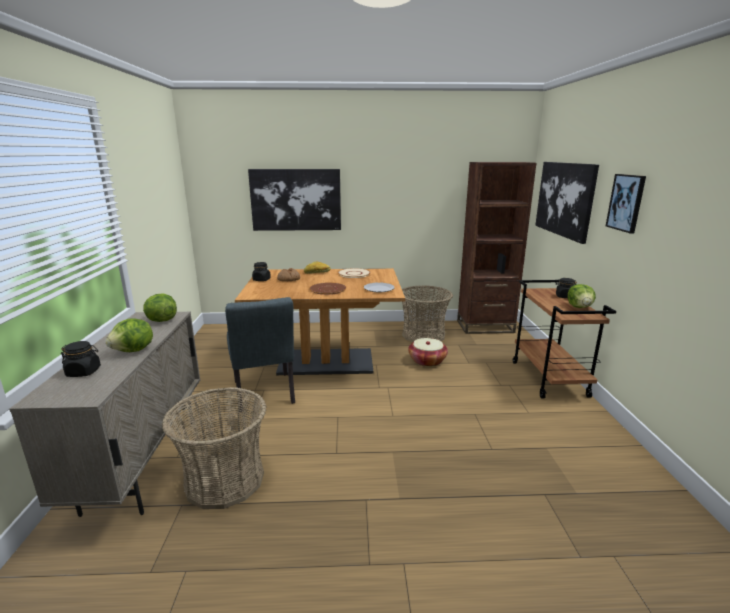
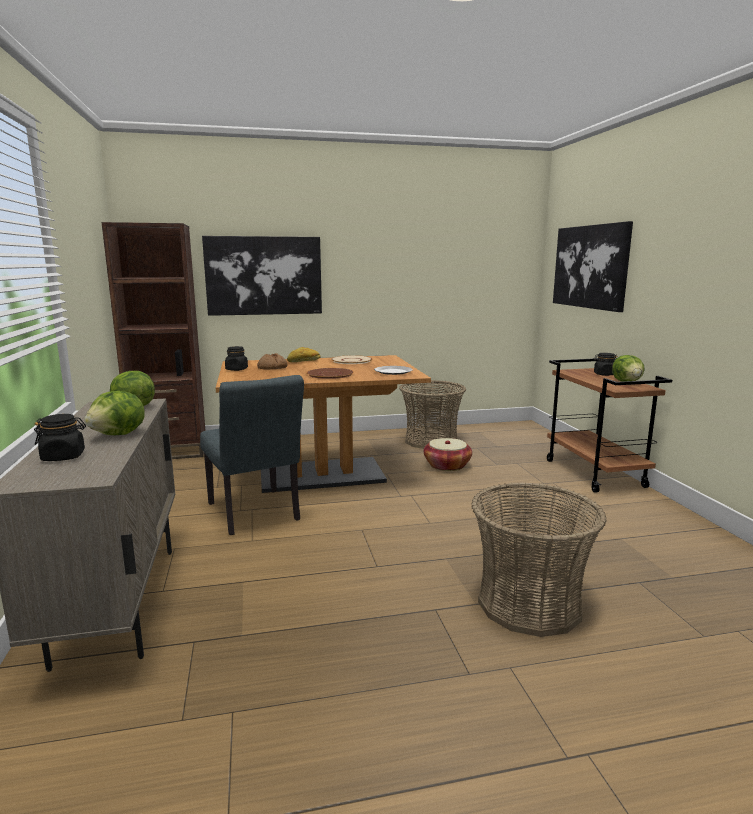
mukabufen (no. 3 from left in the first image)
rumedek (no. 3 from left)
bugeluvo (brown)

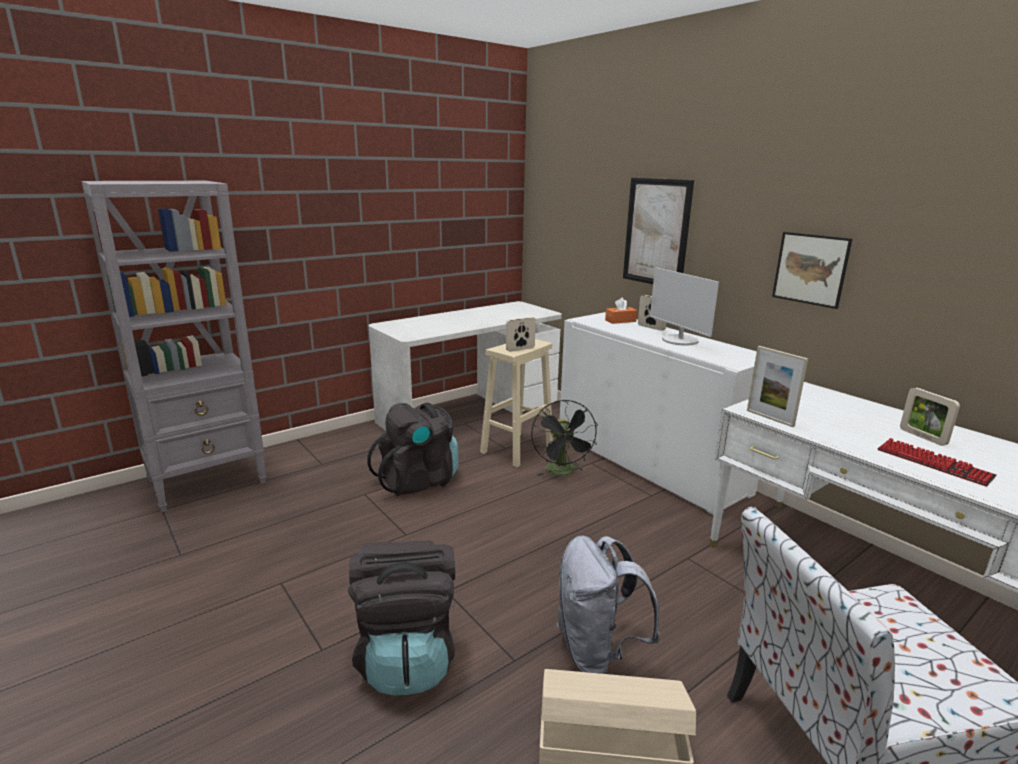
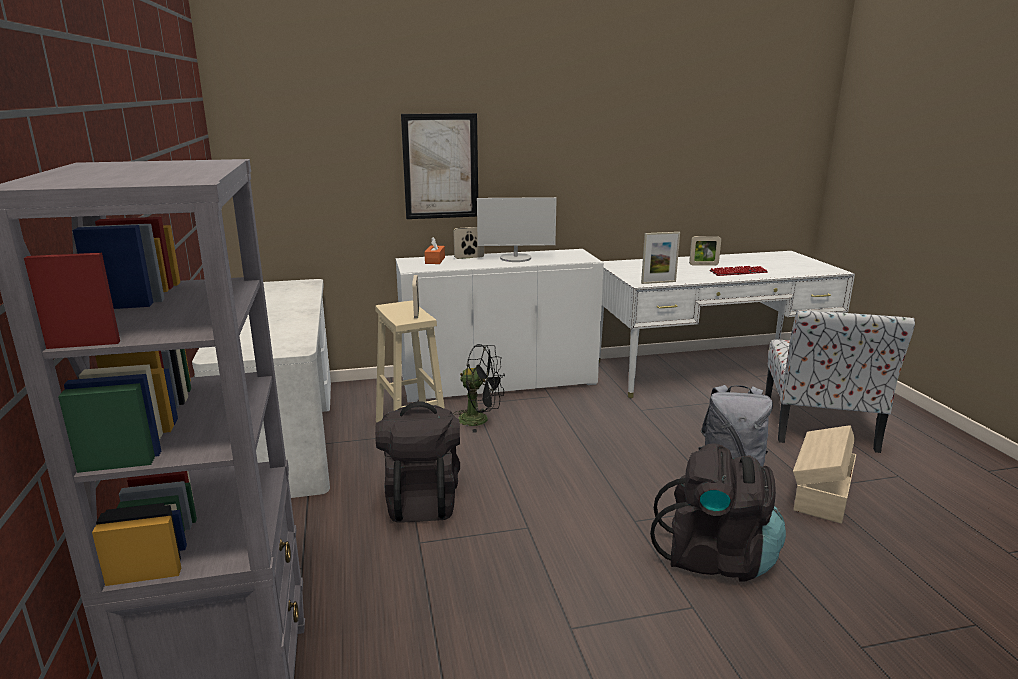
mukabufen (no. 2 from left in the first image)

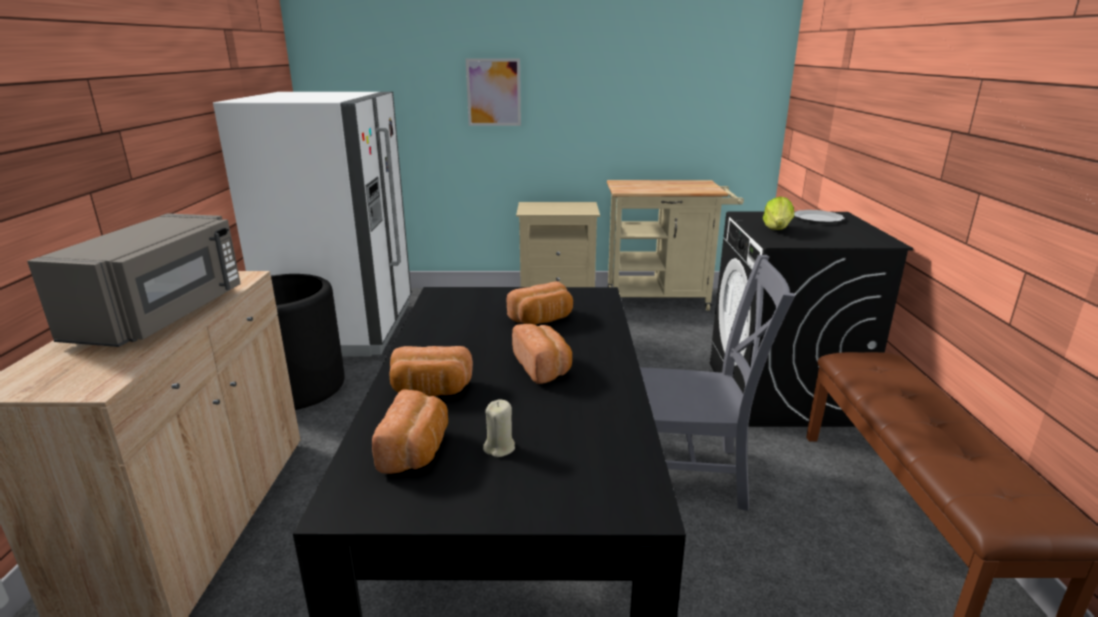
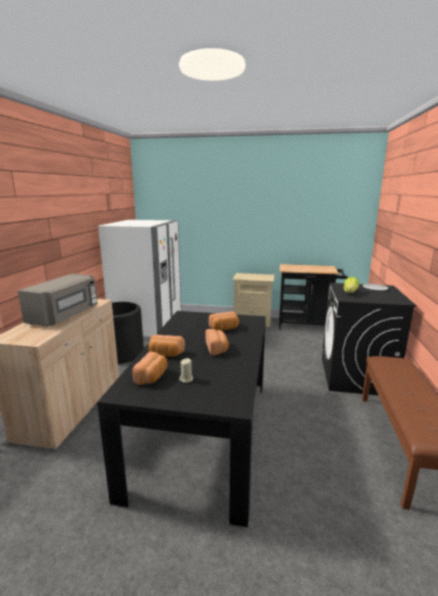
mukabufen
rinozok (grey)
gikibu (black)

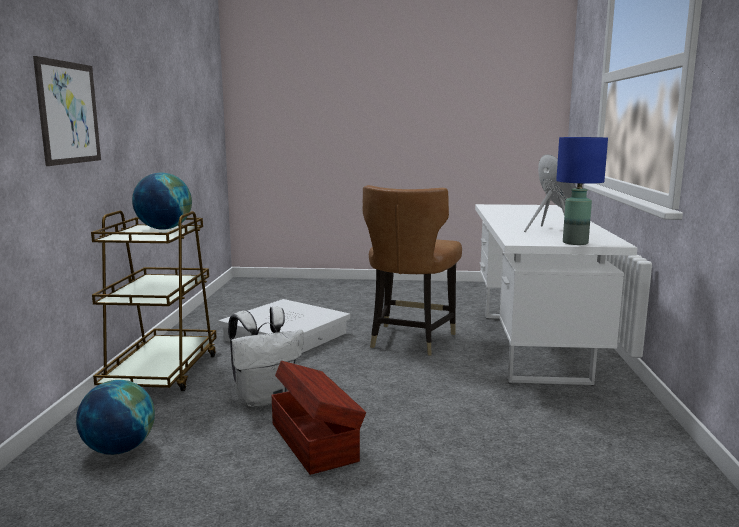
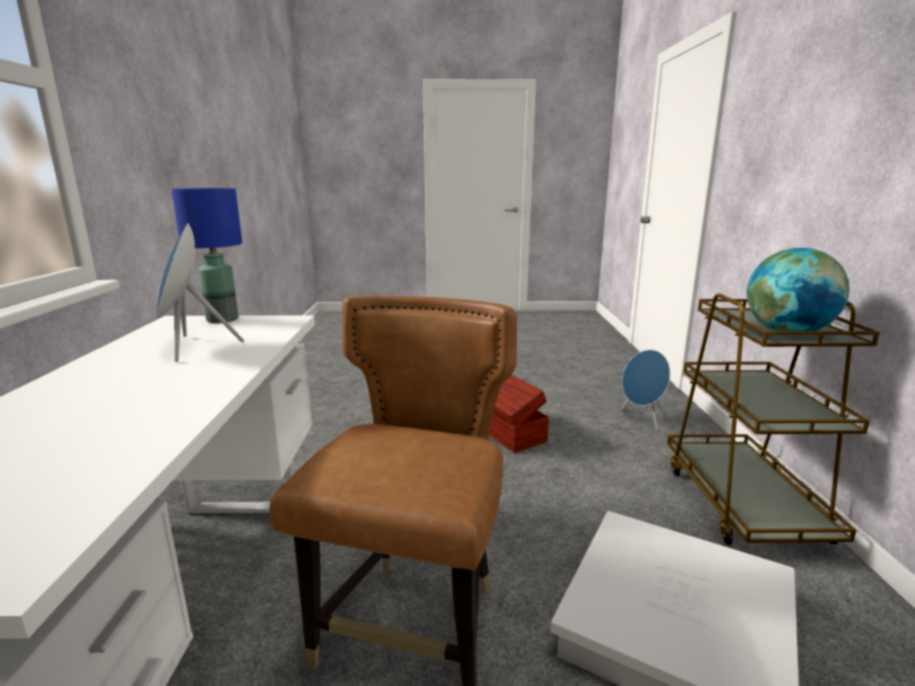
mukabufen
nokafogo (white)
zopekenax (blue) (no. 2 from left)

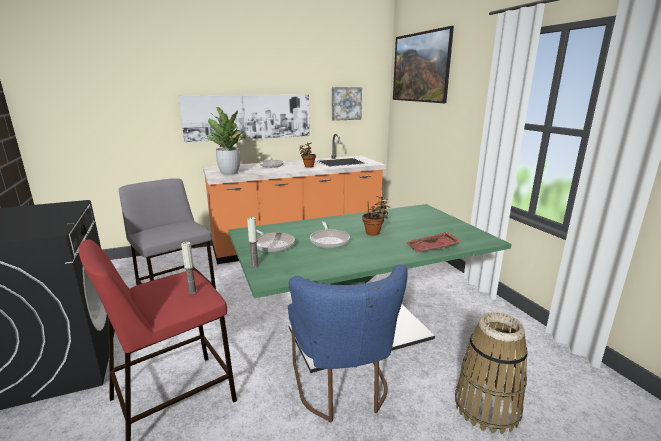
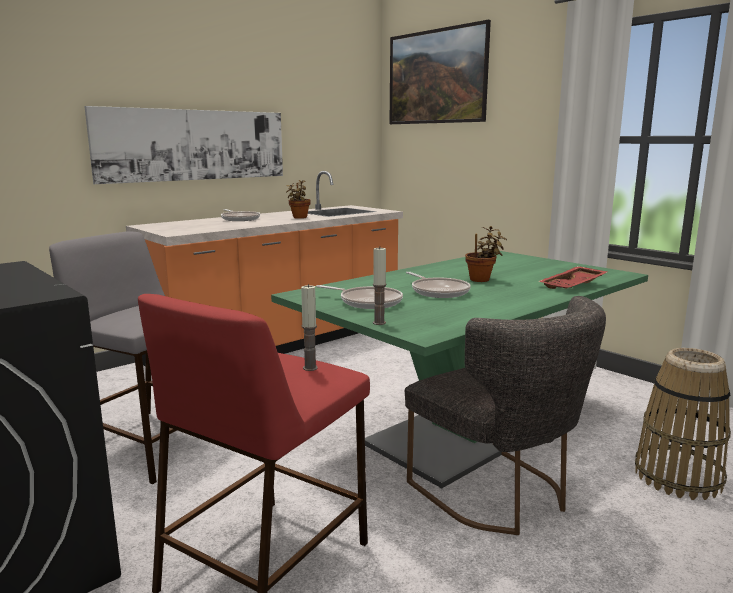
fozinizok (no. 1 from left in the first image)
mukabufen (no. 2 from left in the first image)
rinozok (grey)

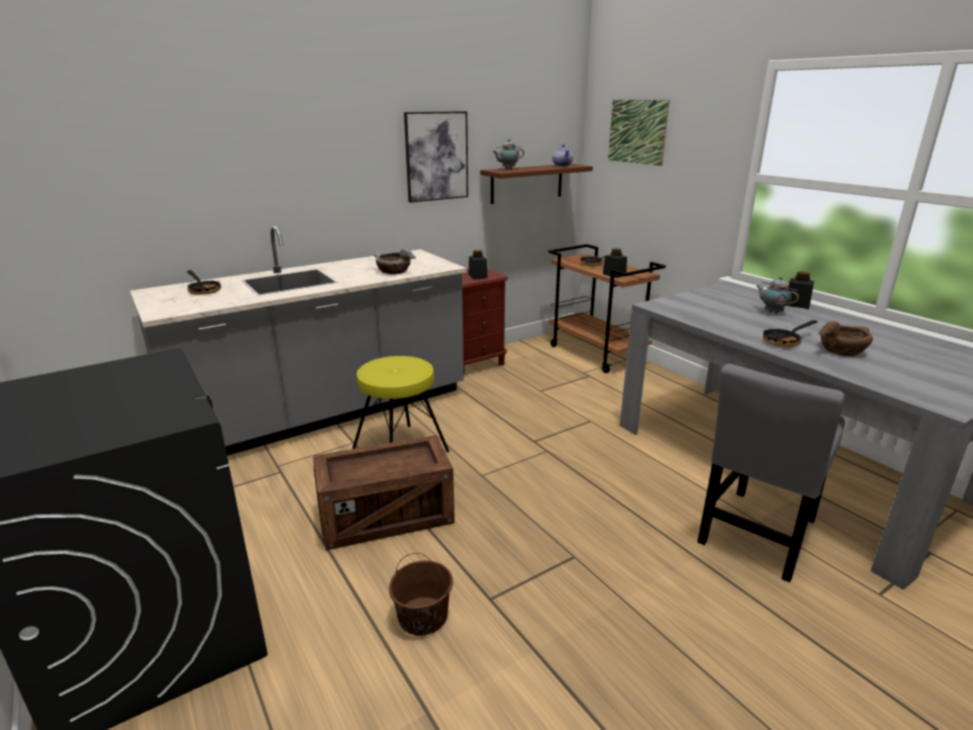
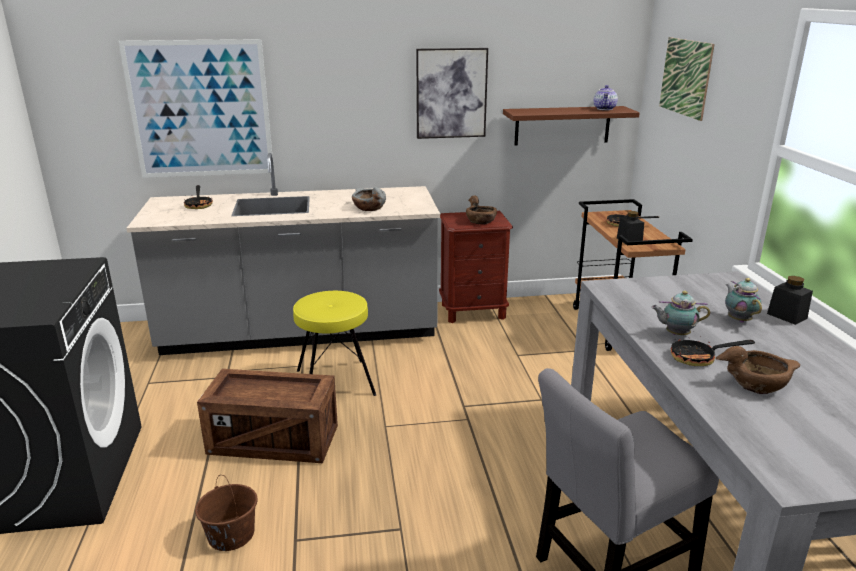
mukabufen (no. 1 from left)
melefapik (no. 2 from left)
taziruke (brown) (no. 1 from left)

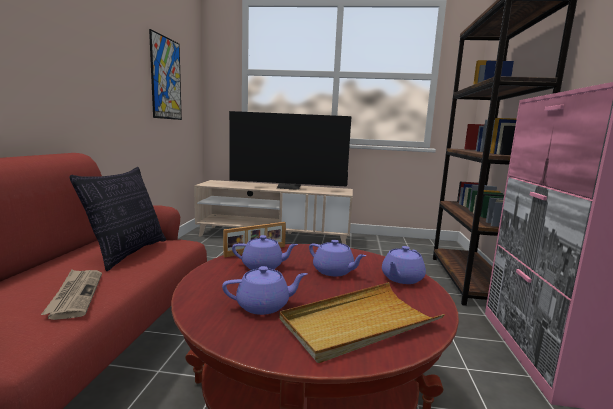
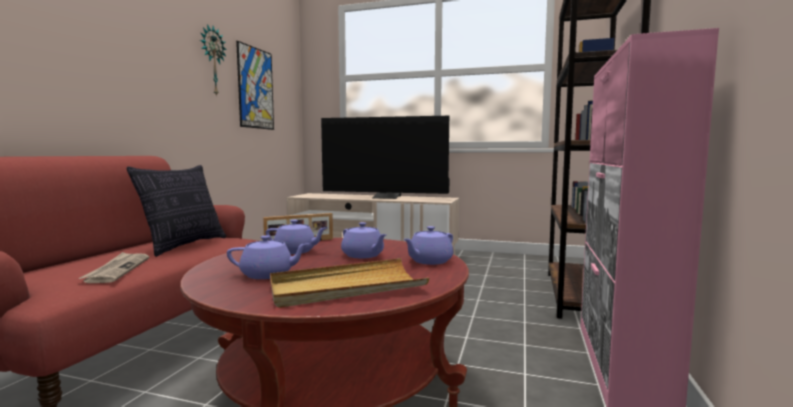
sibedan

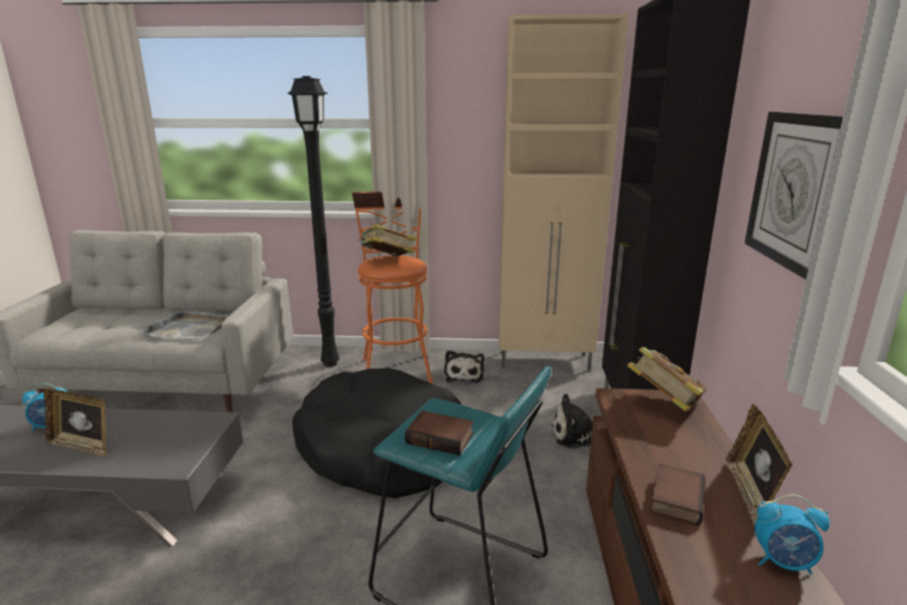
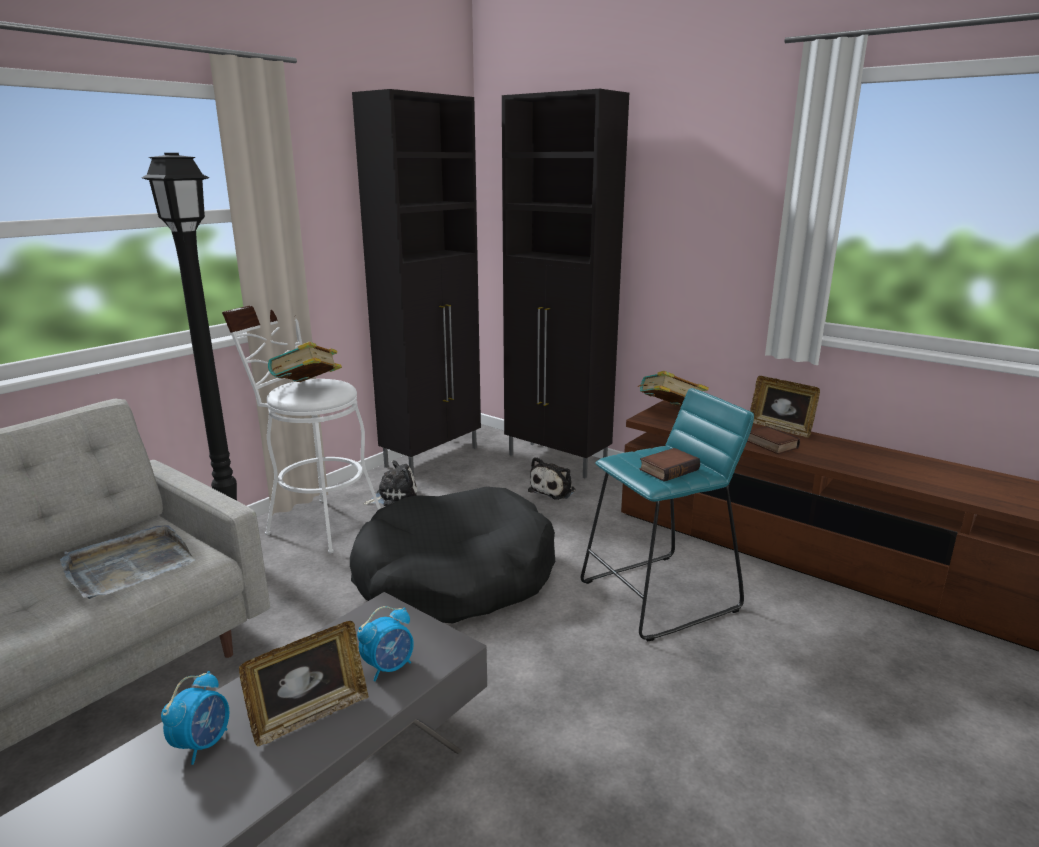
sibedan
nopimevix (no. 2 from left)
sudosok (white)
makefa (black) (no. 1 from left)
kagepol (no. 1 from left)

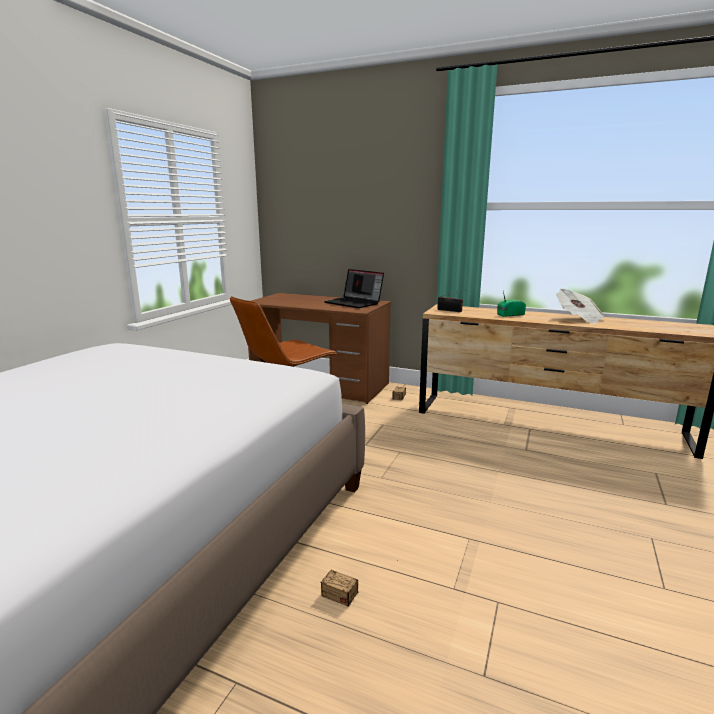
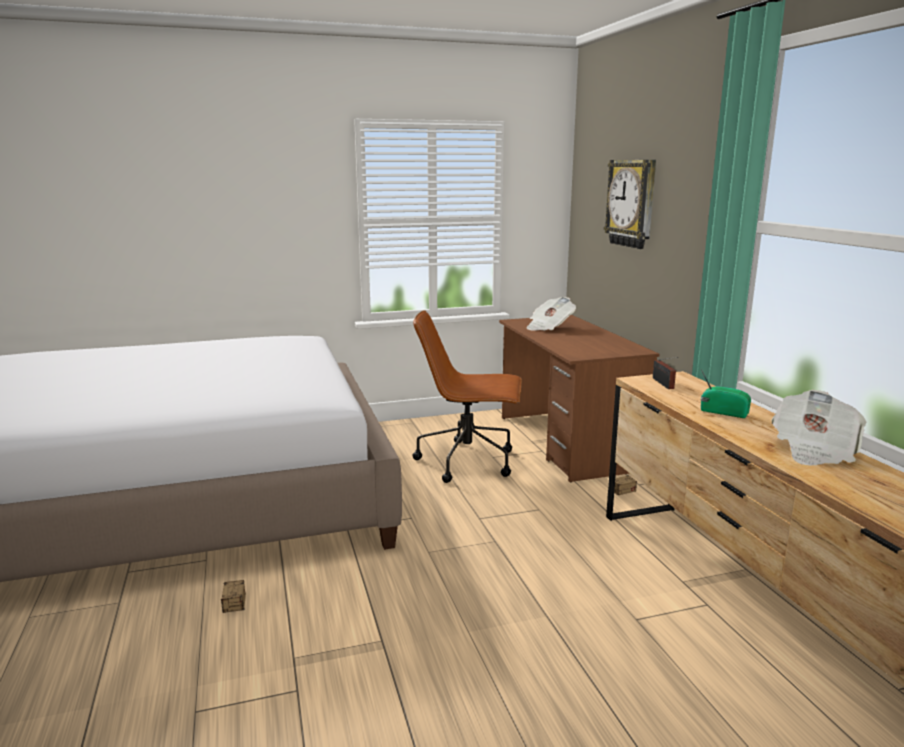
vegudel
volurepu (no. 1 from left)
sibedan

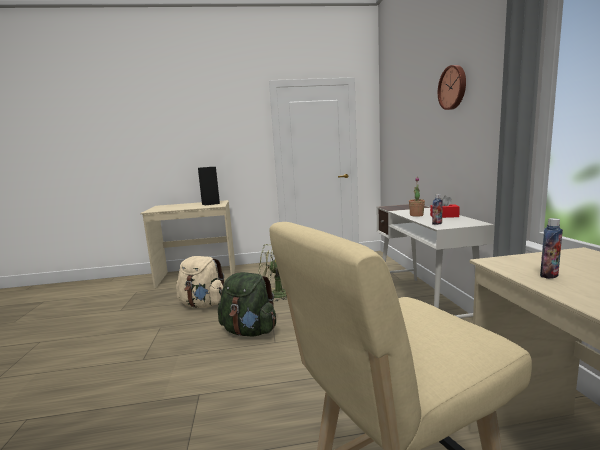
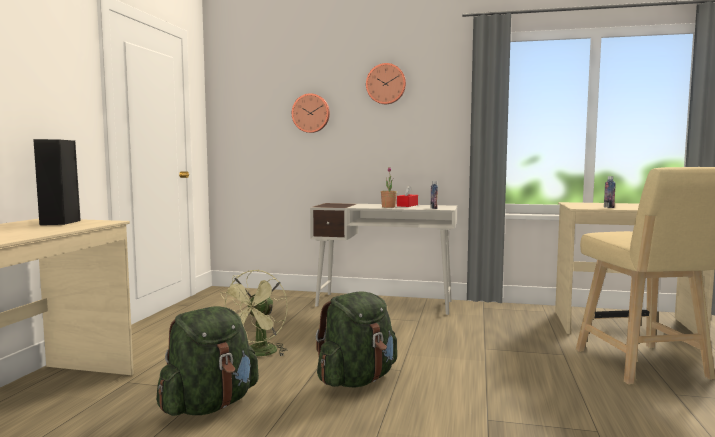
sibedan (no. 1 from left)
nokafogo (green) (no. 1 from left)

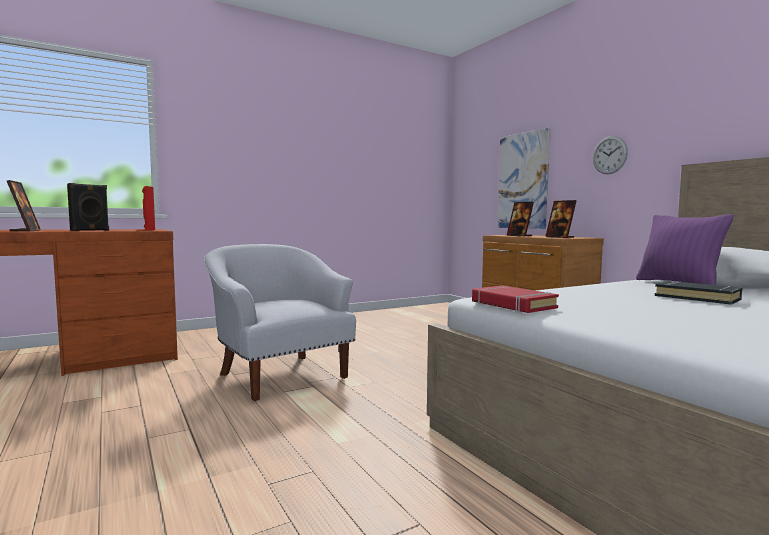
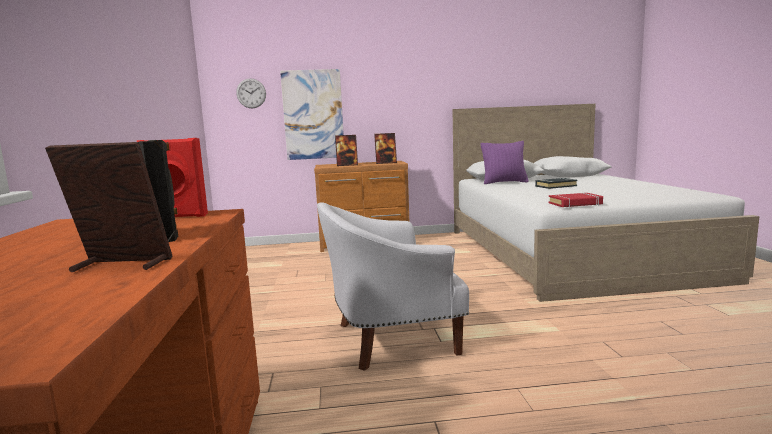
sibedan

